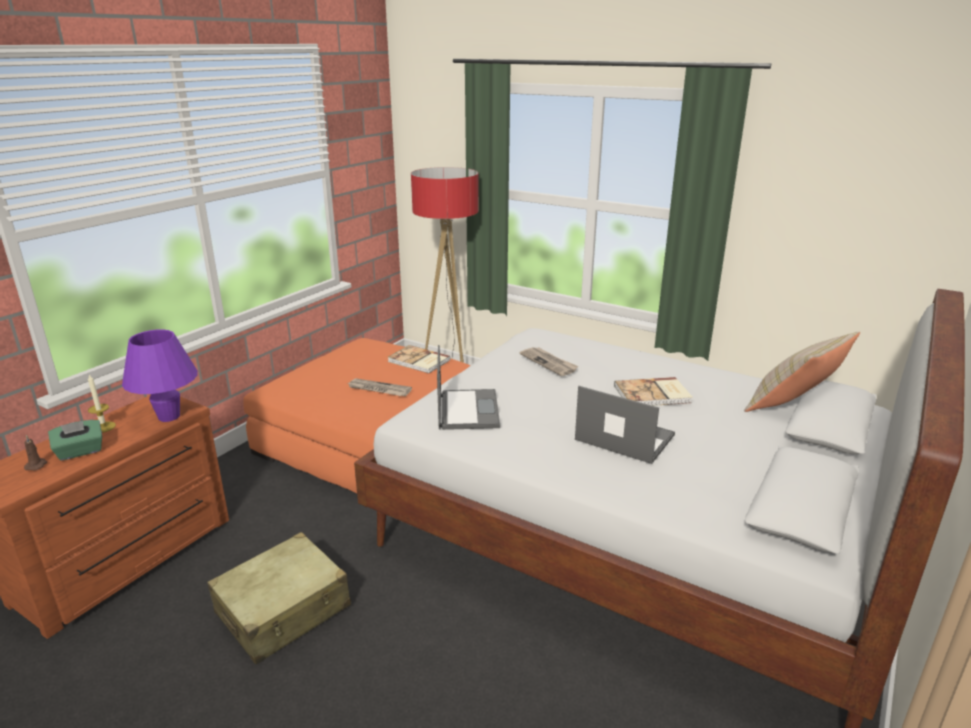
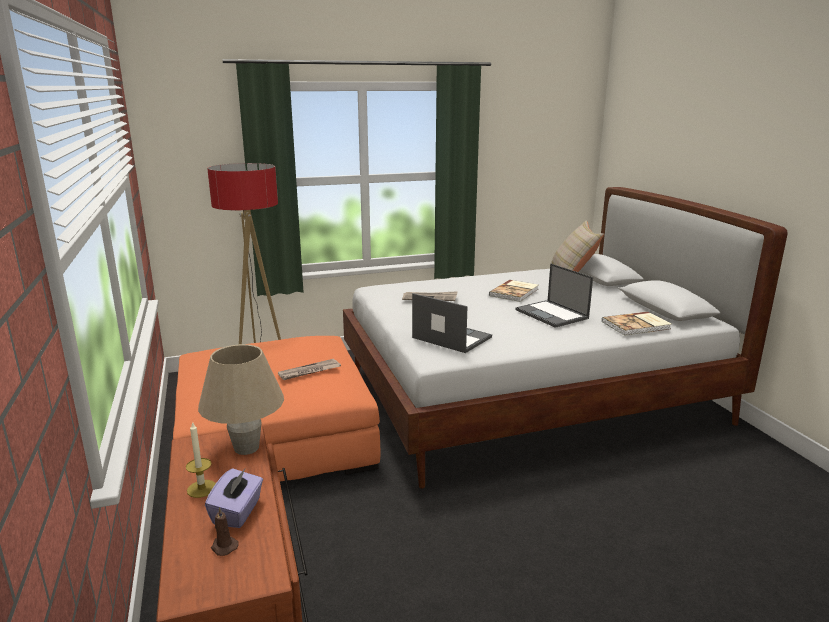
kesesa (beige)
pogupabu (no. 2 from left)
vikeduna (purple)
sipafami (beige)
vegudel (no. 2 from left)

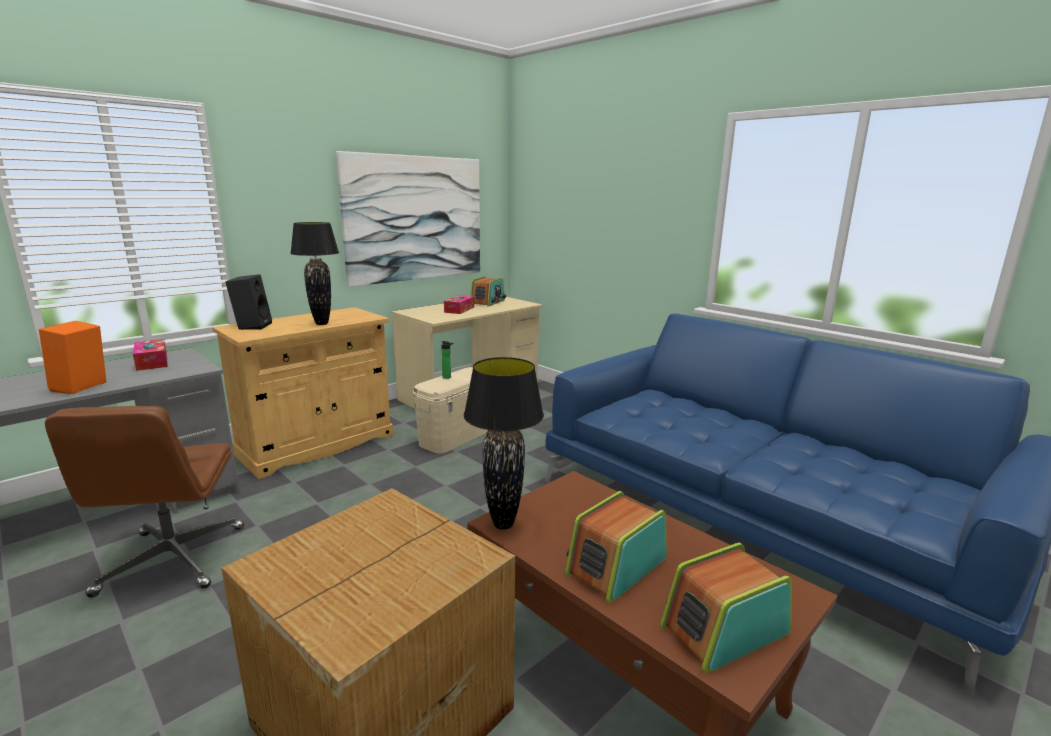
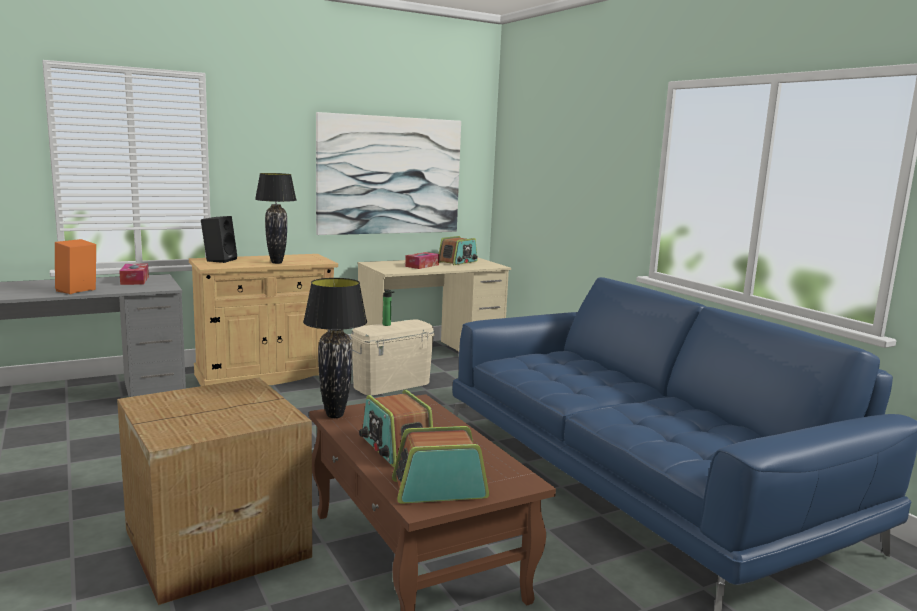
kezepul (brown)
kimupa (no. 1 from left)

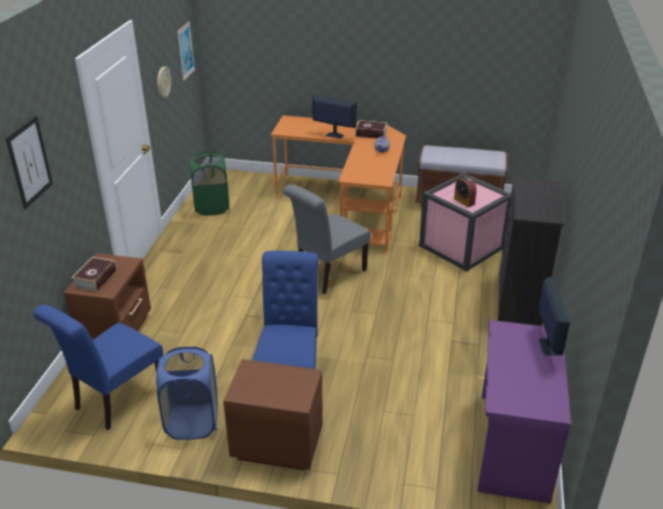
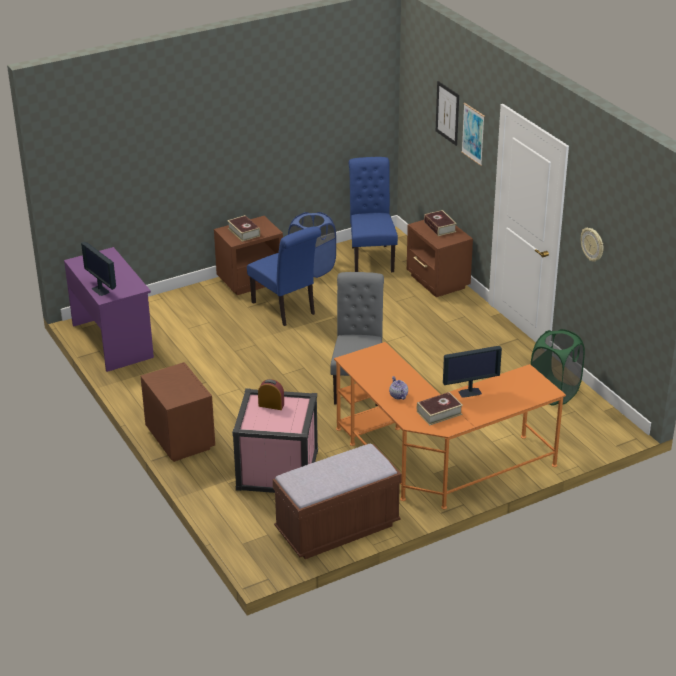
pogupabu (no. 1 from left)
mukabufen (no. 2 from left)
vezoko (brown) (no. 1 from left)

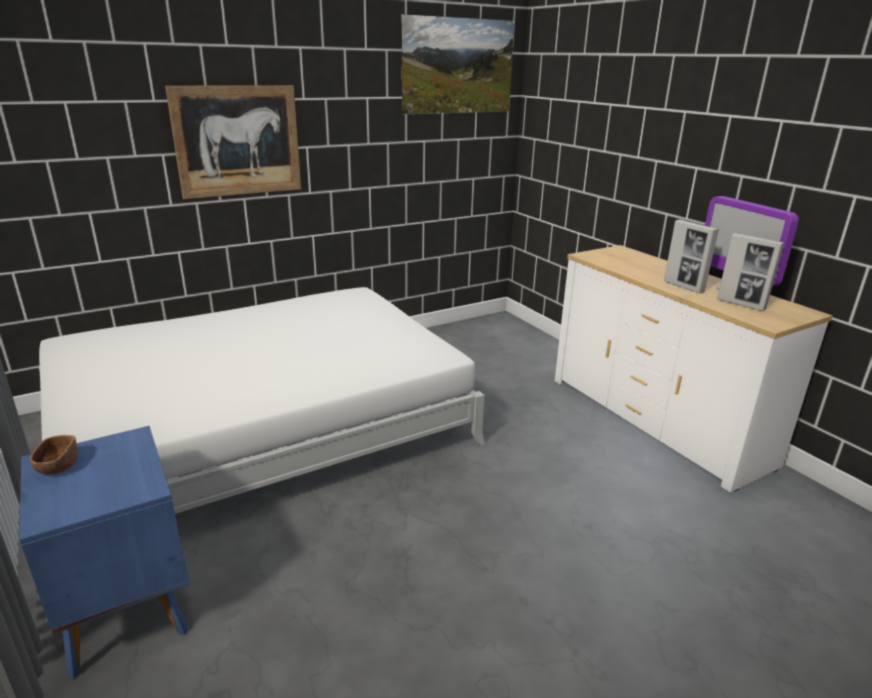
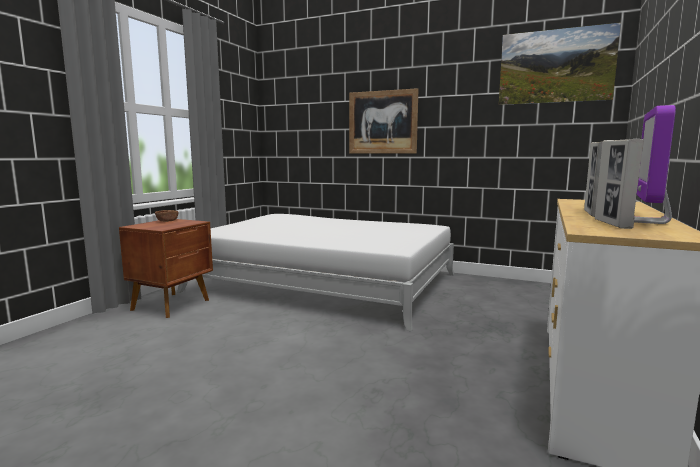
vezoko (brown)

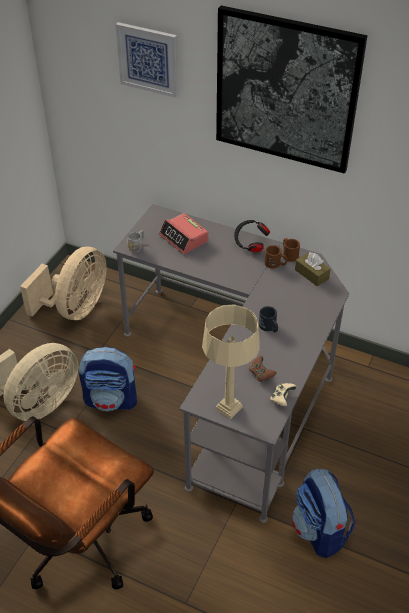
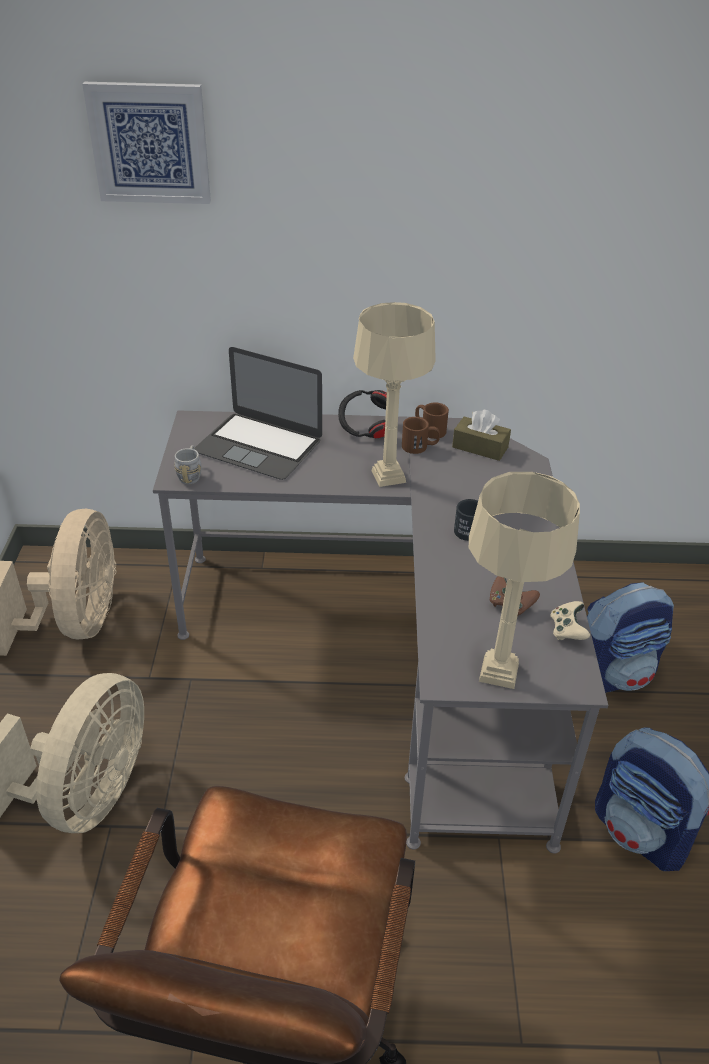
mukabufen (no. 2 from left in the first image)
sipafami (beige) (no. 1 from left)
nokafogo (no. 1 from left)
vegudel

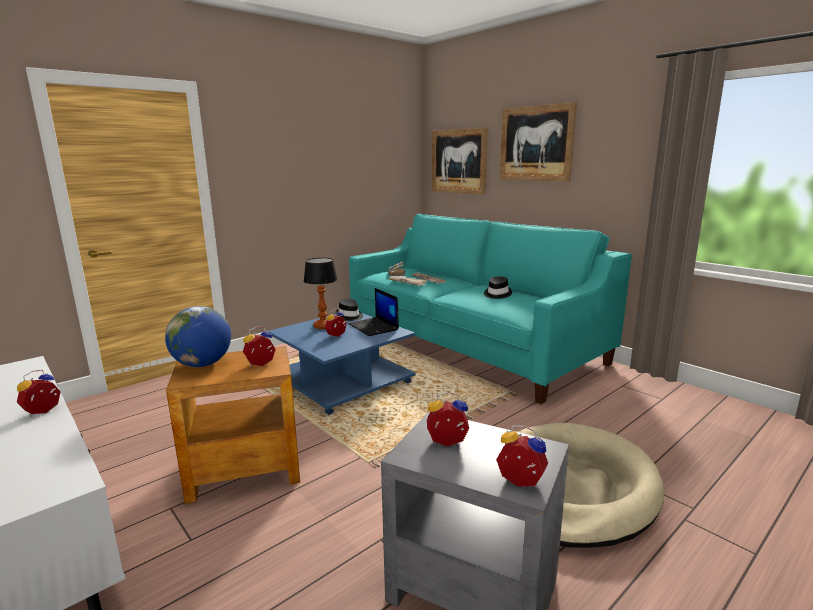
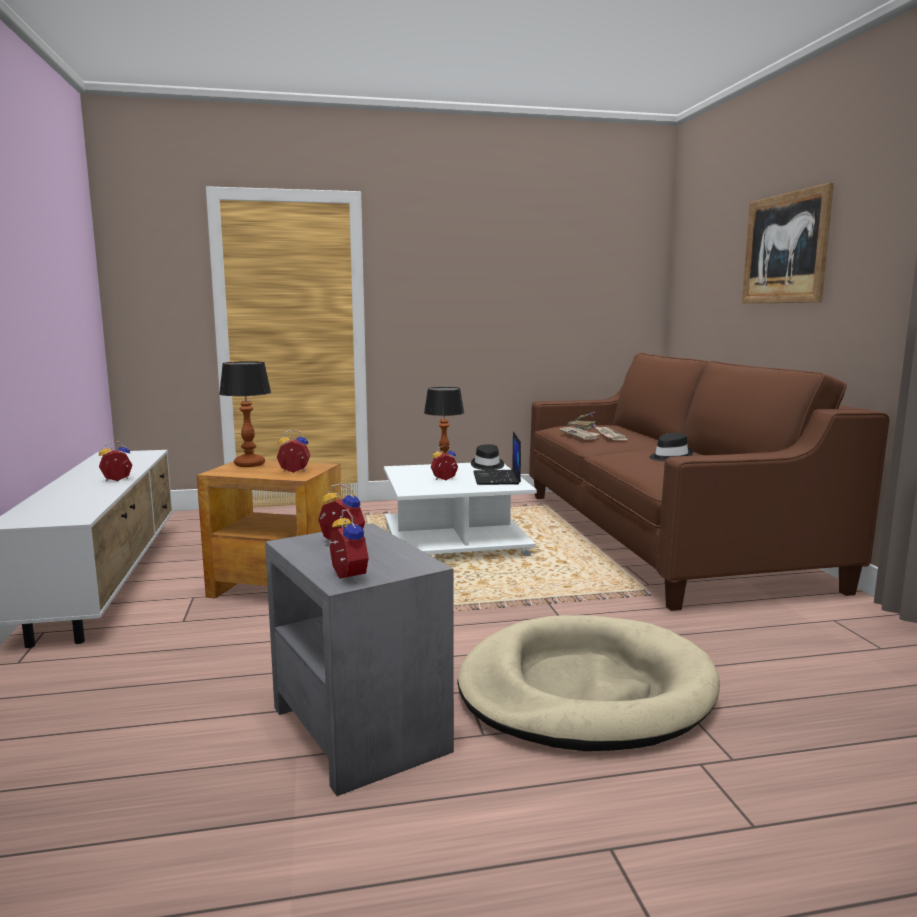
mukabufen (no. 1 from left in the first image)
sipafami (no. 1 from left)
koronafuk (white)
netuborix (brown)

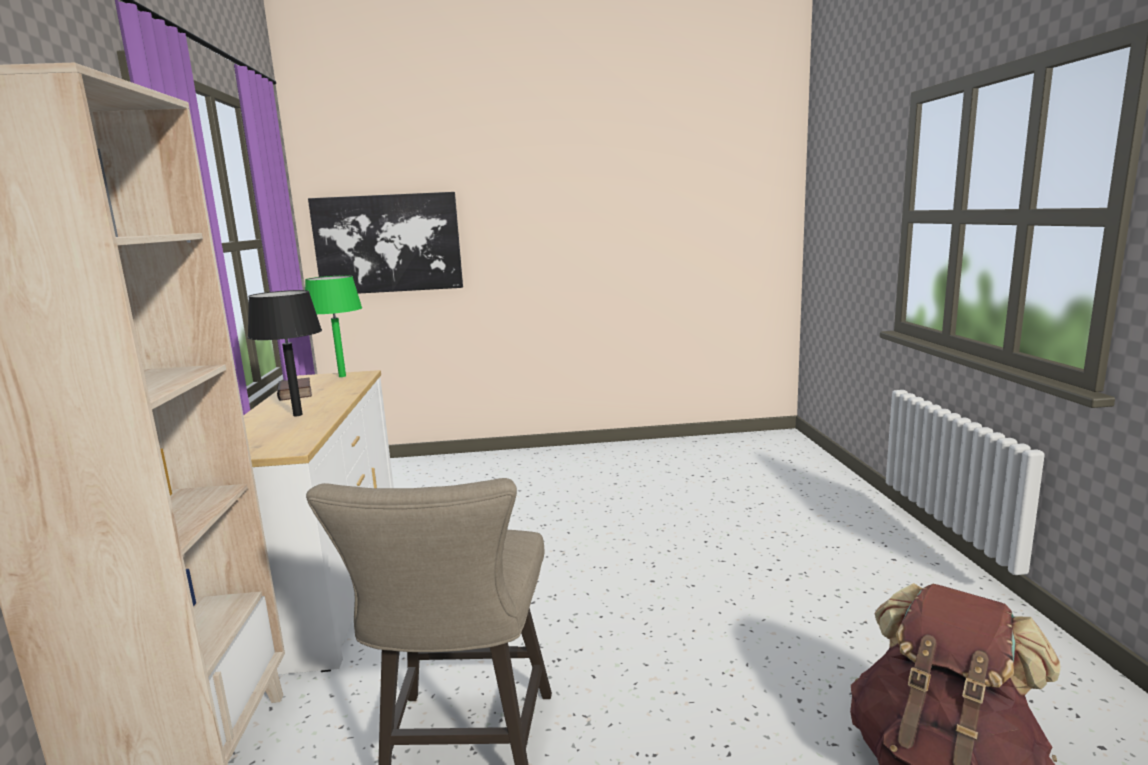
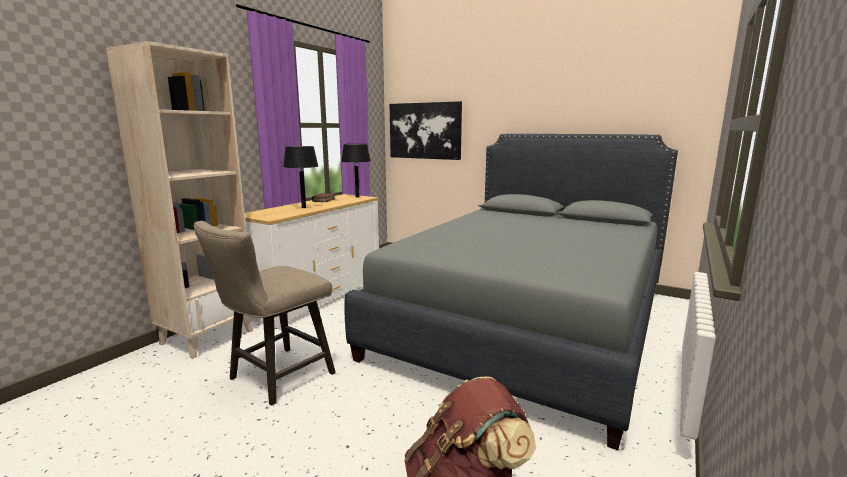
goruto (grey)
sipafami (black) (no. 2 from left)

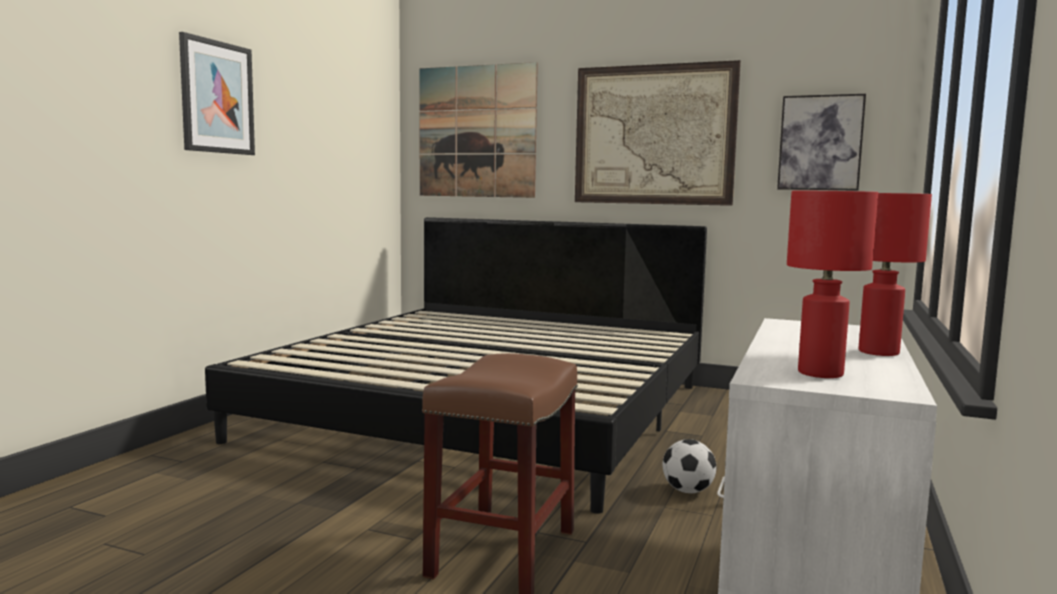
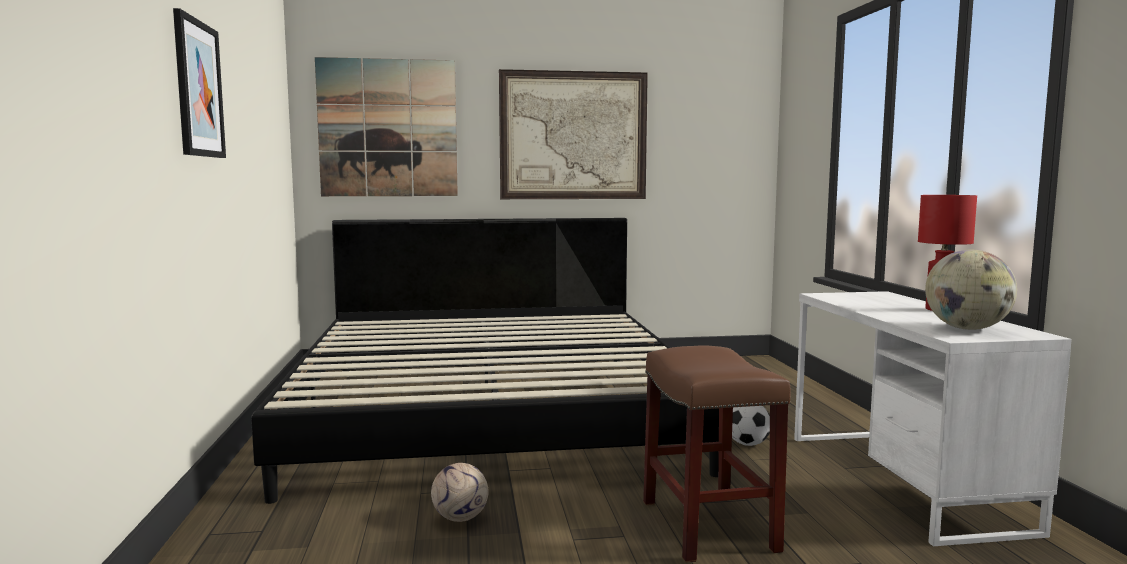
mukabufen (no. 4 from left in the first image)
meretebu (no. 1 from left)
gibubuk

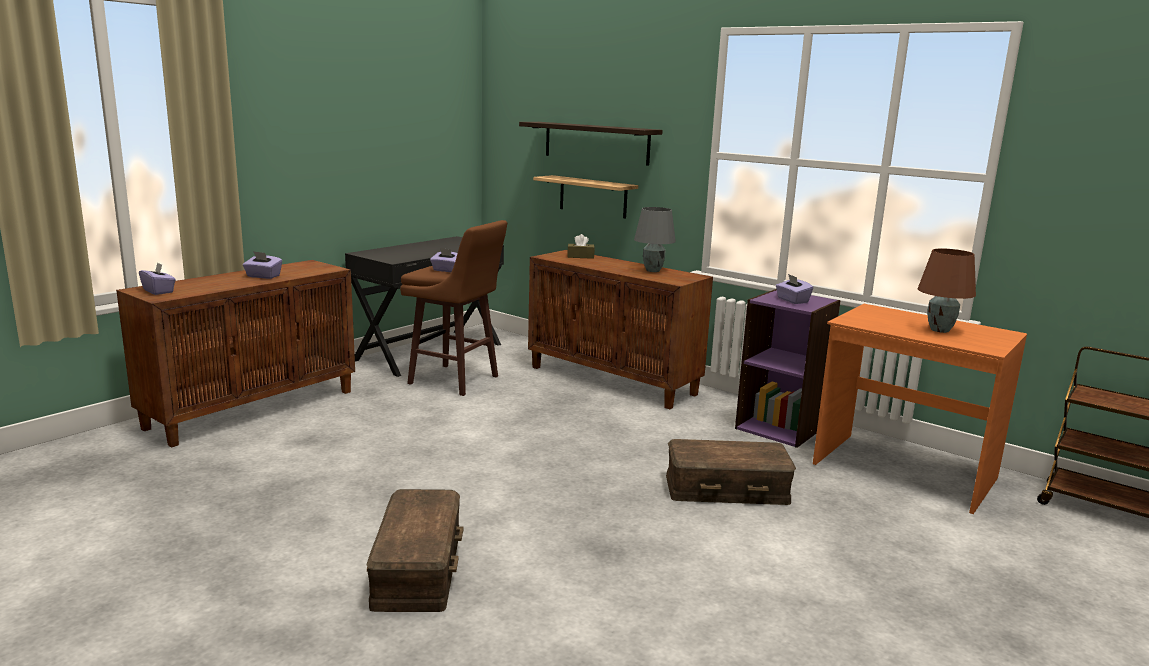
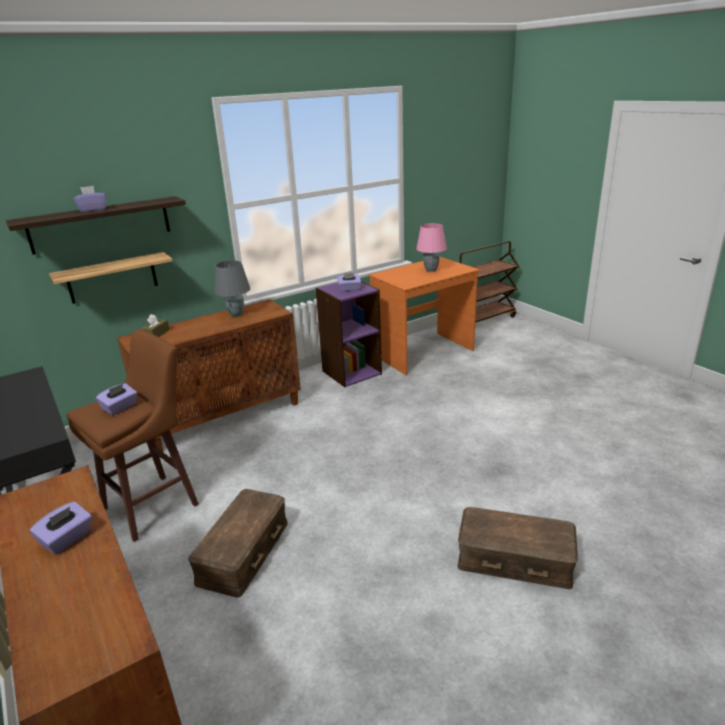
vikeduna (purple) (no. 2 from left)
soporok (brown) (no. 1 from left)
sipafami (pink)

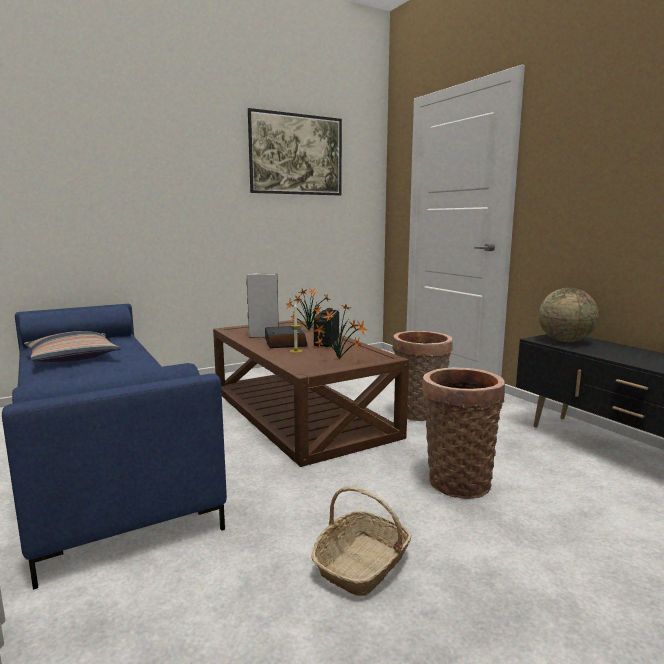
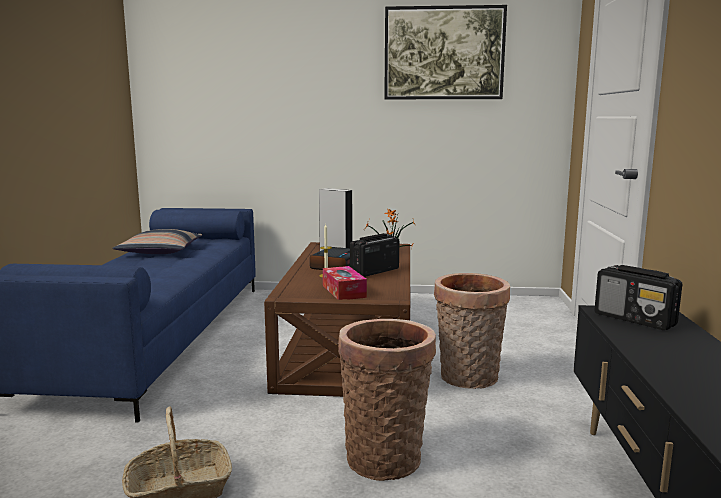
vikeduna
kimupa (no. 2 from left)

